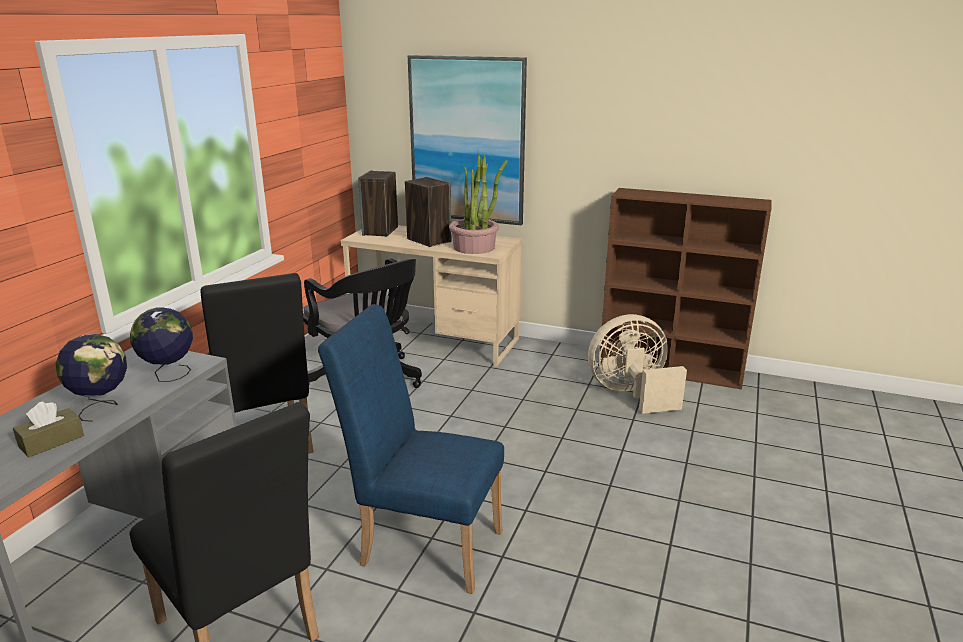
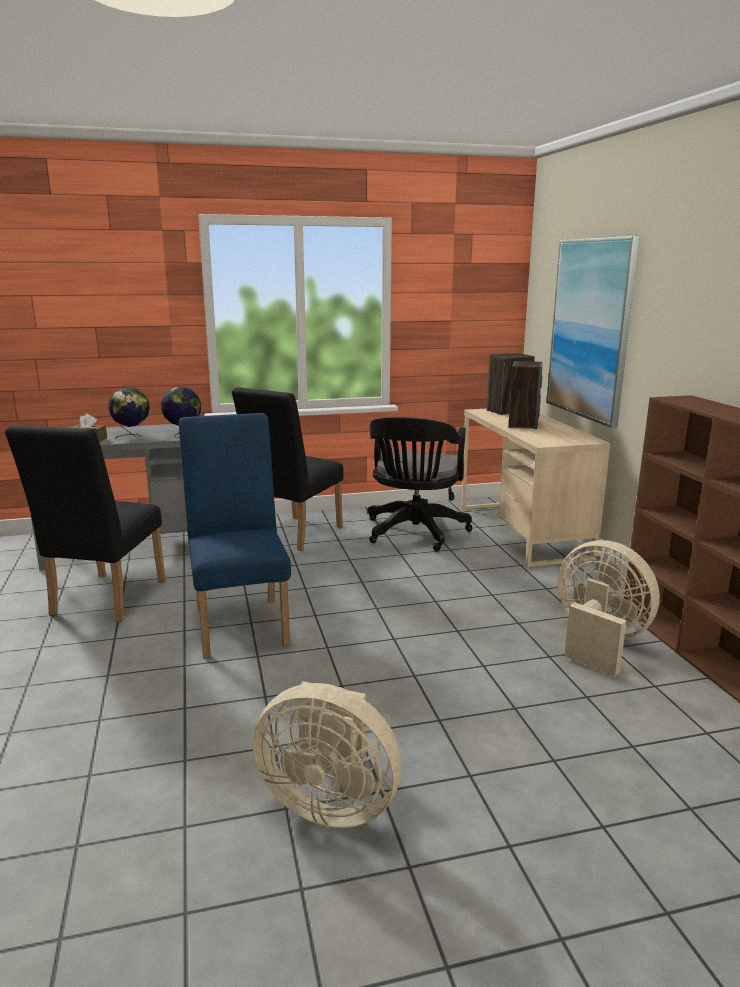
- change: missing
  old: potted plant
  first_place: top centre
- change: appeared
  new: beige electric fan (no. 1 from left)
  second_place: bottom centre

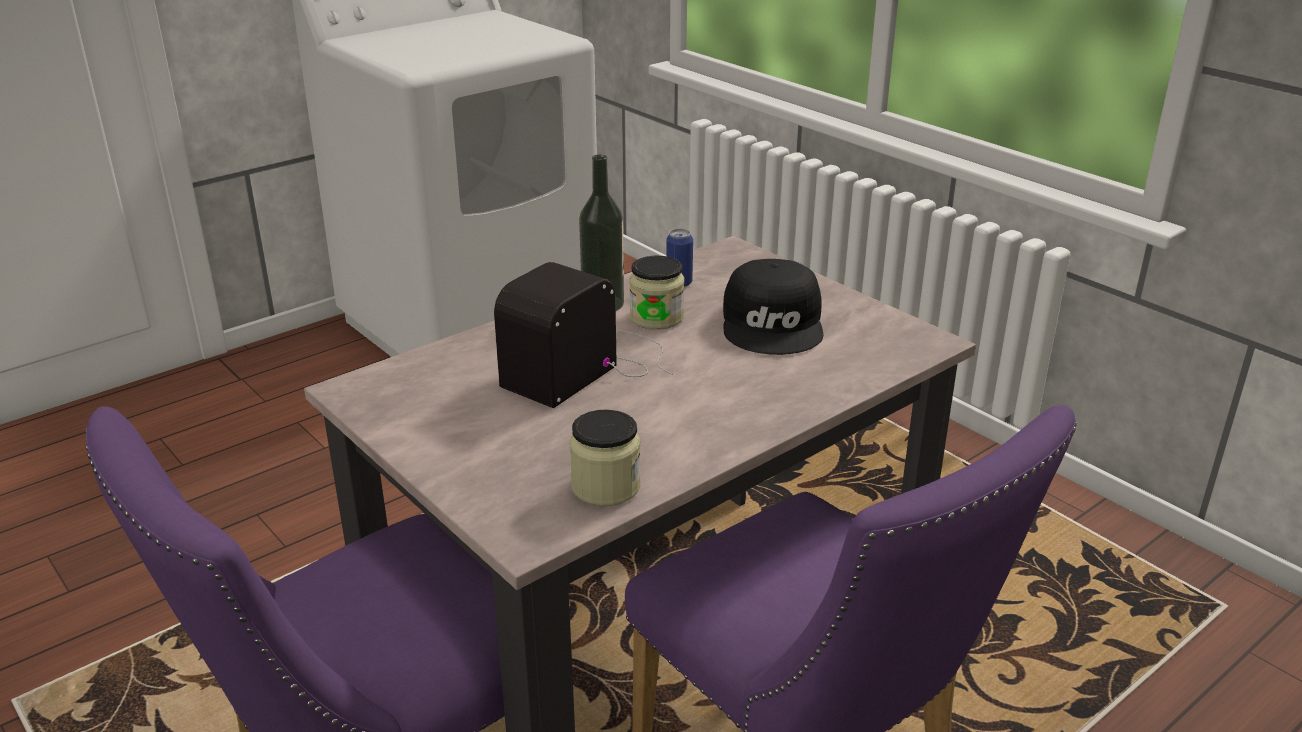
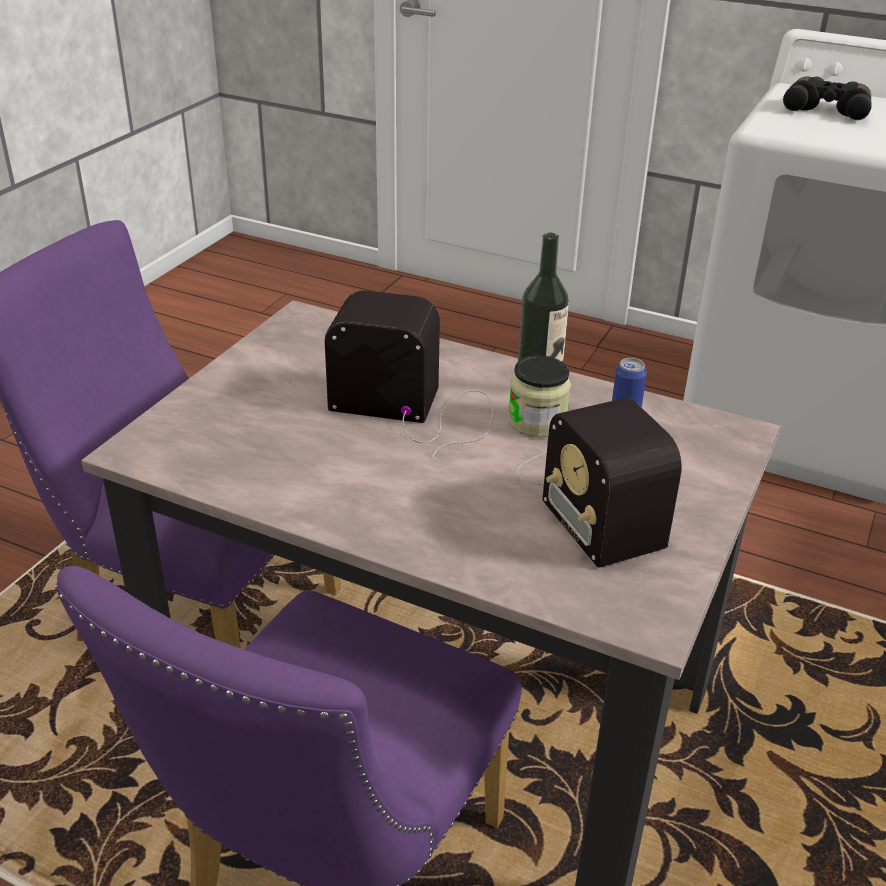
- change: missing
  old: jar (no. 1 from left)
  first_place: centre
- change: exchanged
  old: black-coloured peaked cap
  new: radio set (no. 2 from left)
  first_place: centre
  second_place: middle right
- change: appeared
  new: black-coloured pair of binoculars
  second_place: top right

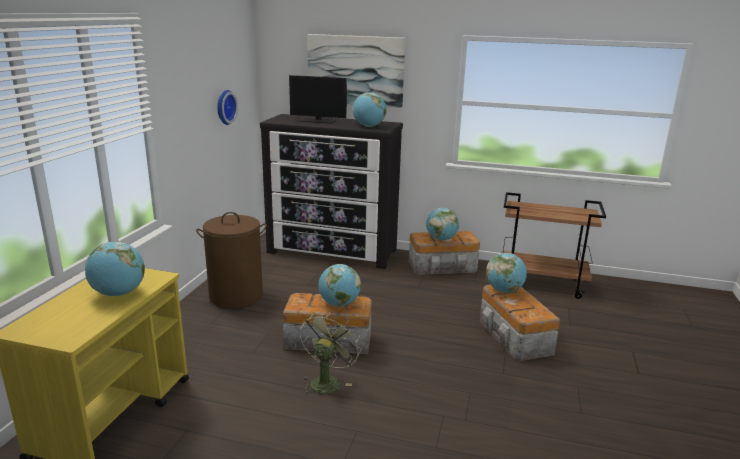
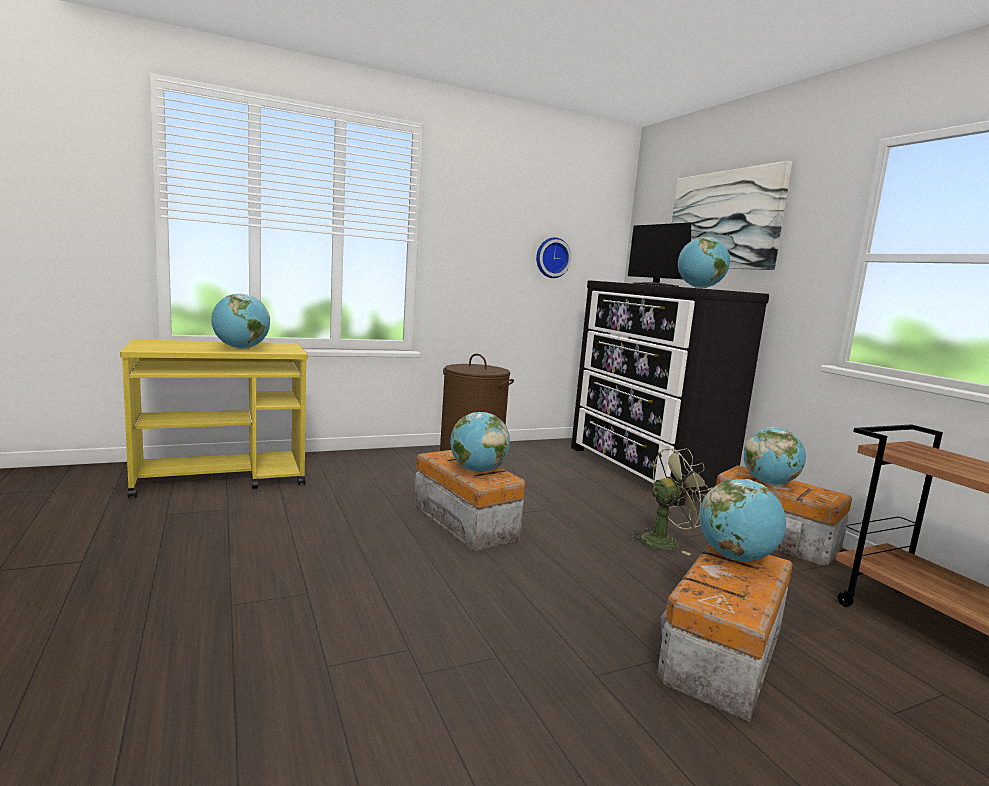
- change: relocated
  old: green-coloured electric fan
  first_place: bottom centre
  second_place: middle right

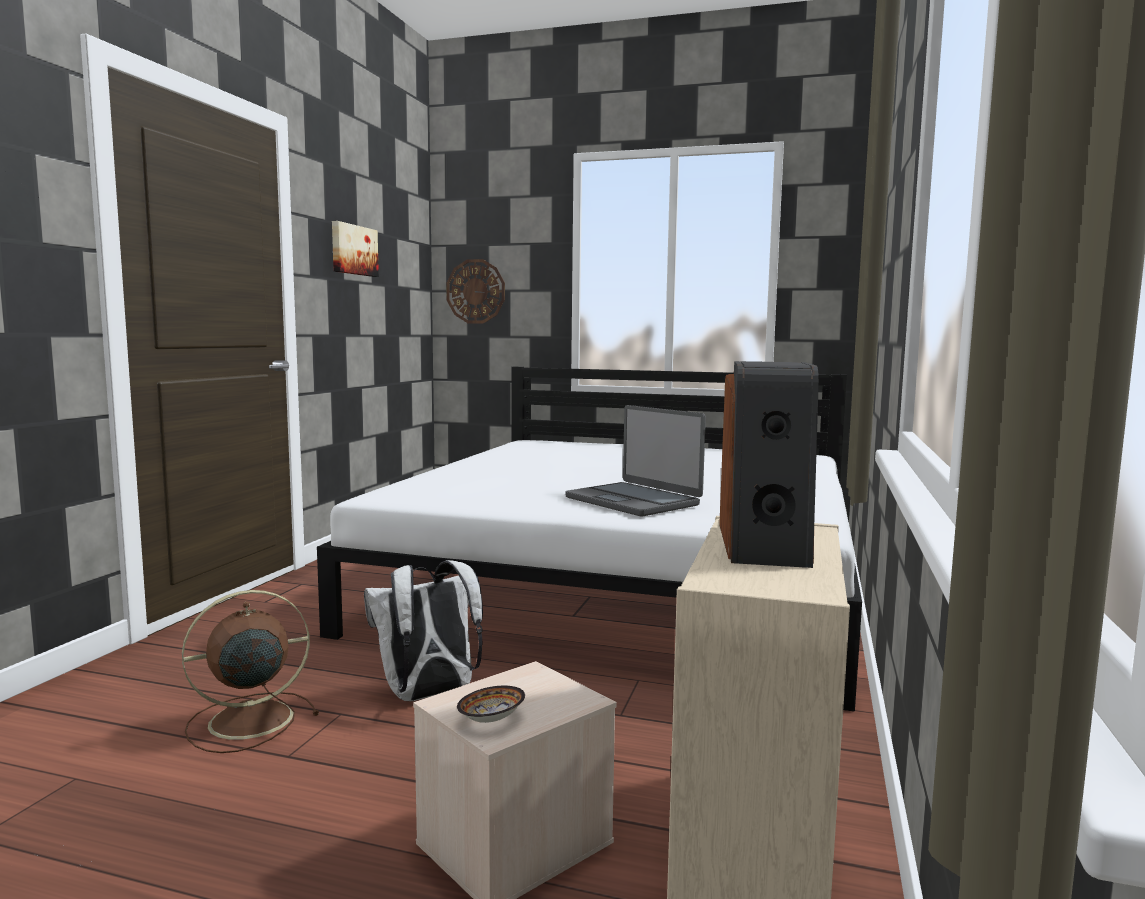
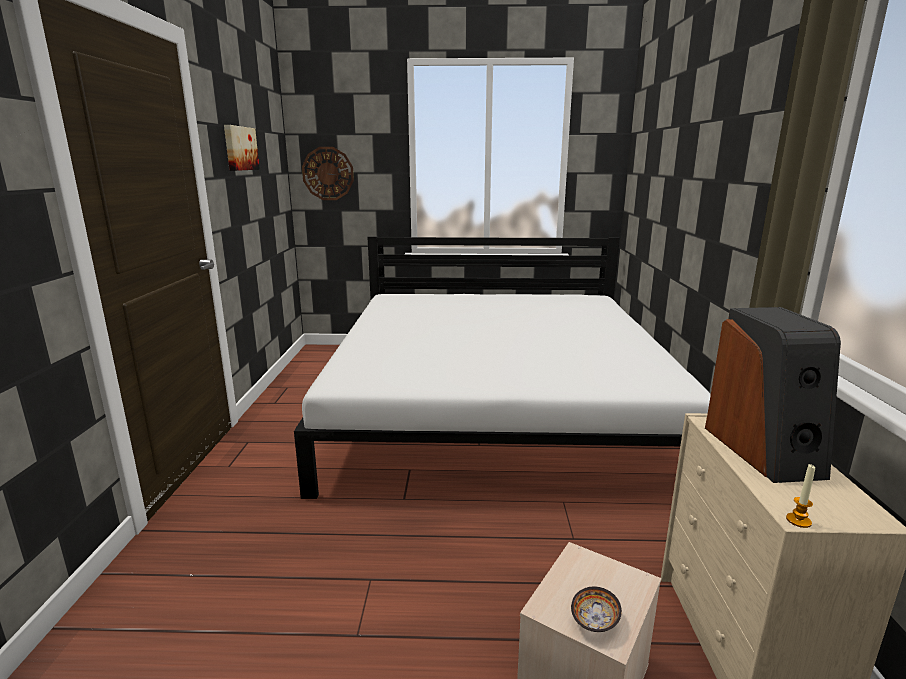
- change: missing
  old: brown electric fan
  first_place: bottom left
- change: missing
  old: white backpack
  first_place: bottom centre
- change: missing
  old: laptop
  first_place: centre
- change: appeared
  new: wax light
  second_place: bottom right

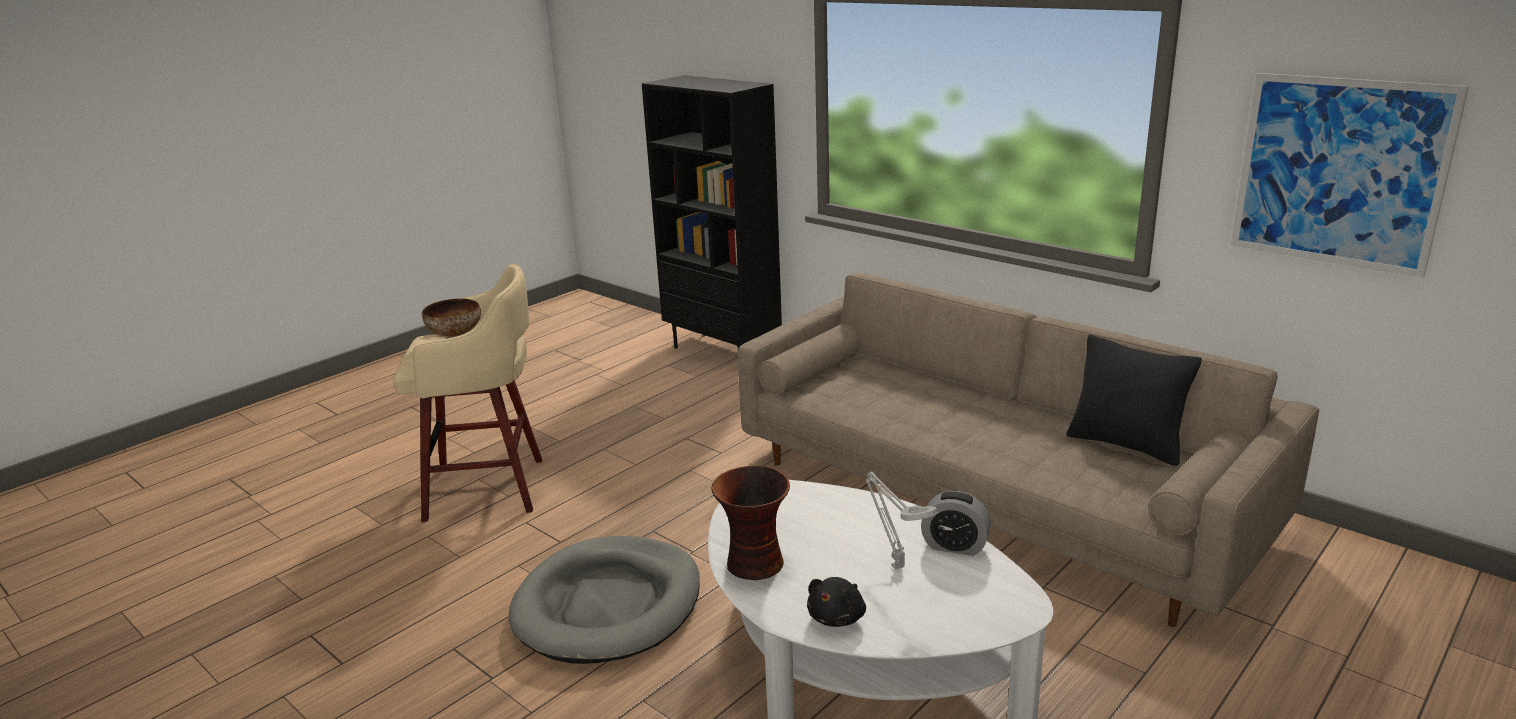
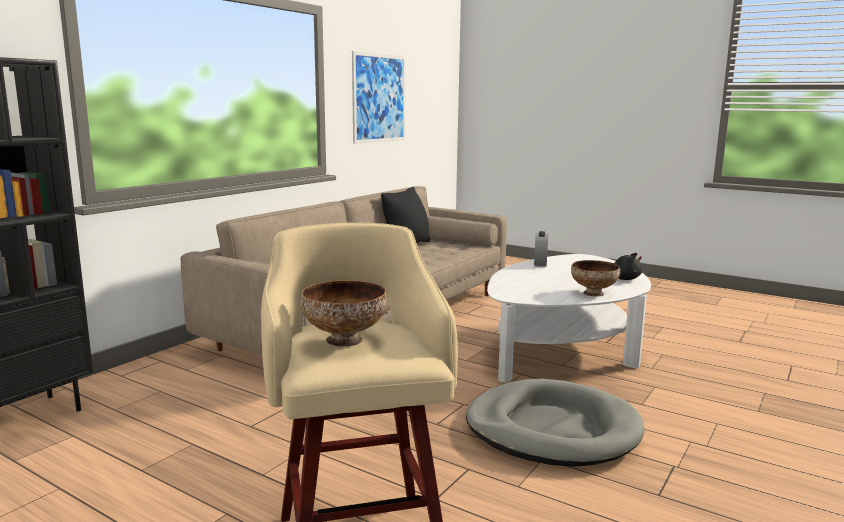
- change: exchanged
  old: decorative vase
  new: bowl (no. 2 from left)
  first_place: bottom centre
  second_place: middle right
- change: missing
  old: greyish tabletop lamp
  first_place: bottom centre

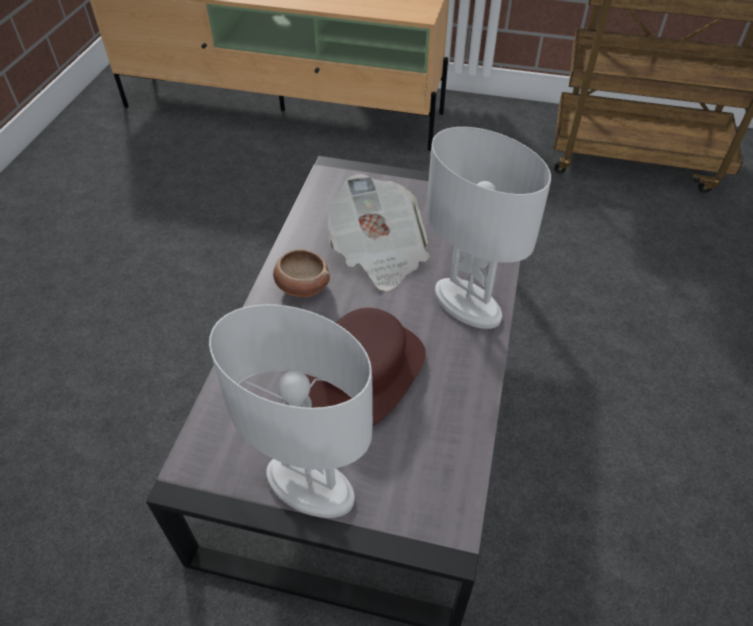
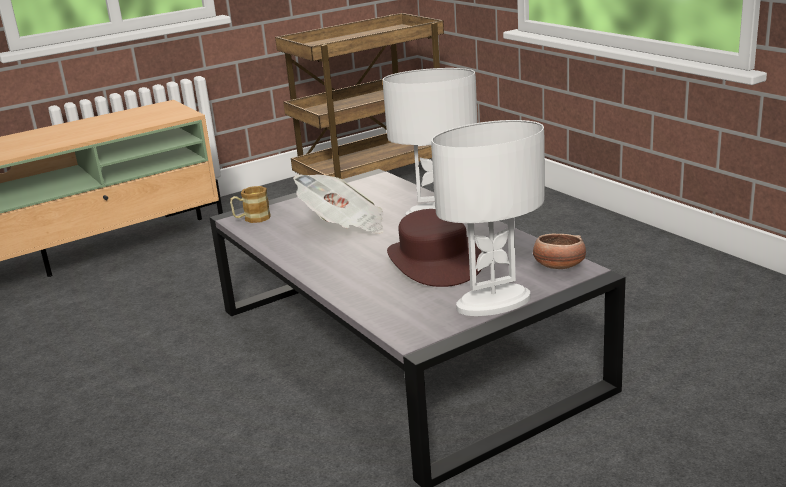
- change: relocated
  old: bowl
  first_place: centre
  second_place: middle right
- change: appeared
  new: coffee mug
  second_place: middle left

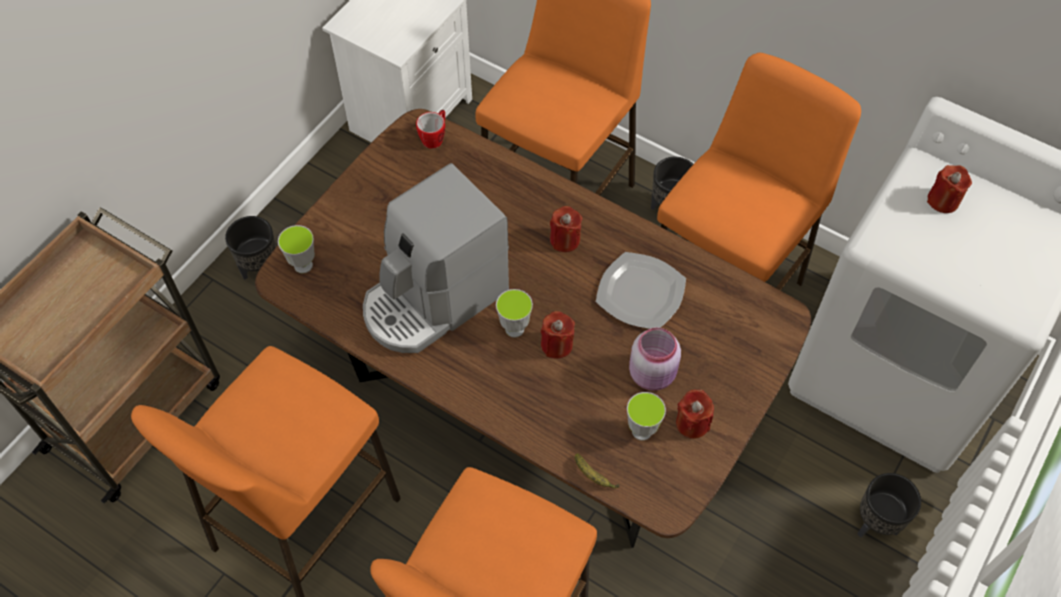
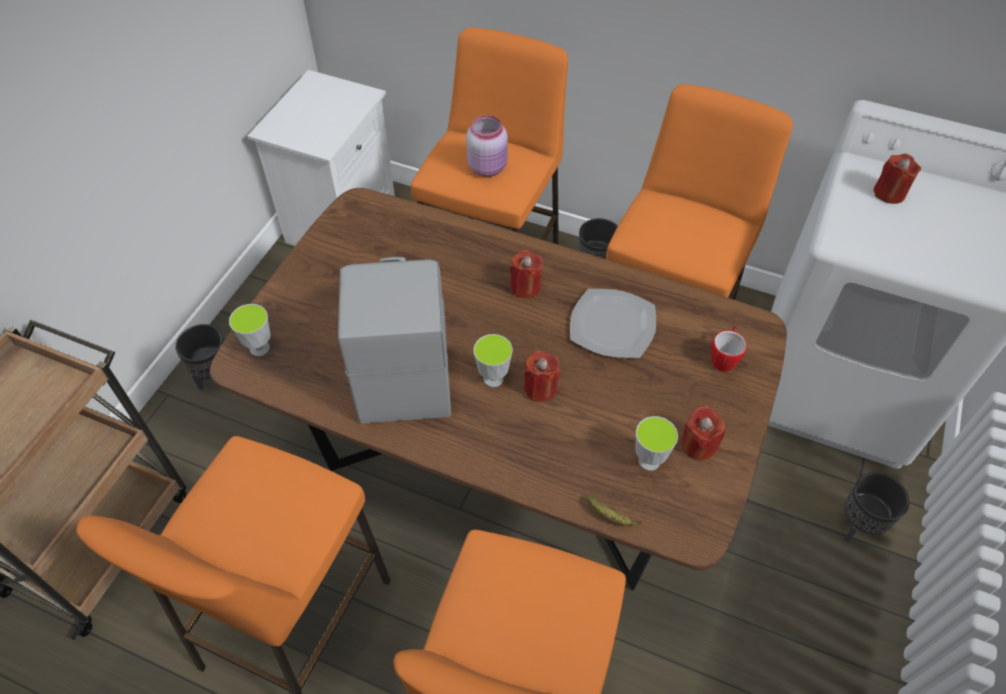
- change: spun
  old: coffee brewer
  first_place: centre
  second_place: centre
  degrees: 135
- change: relocated
  old: coffee mug
  first_place: top centre
  second_place: middle right
- change: relocated
  old: pink-coloured jar
  first_place: centre
  second_place: top centre

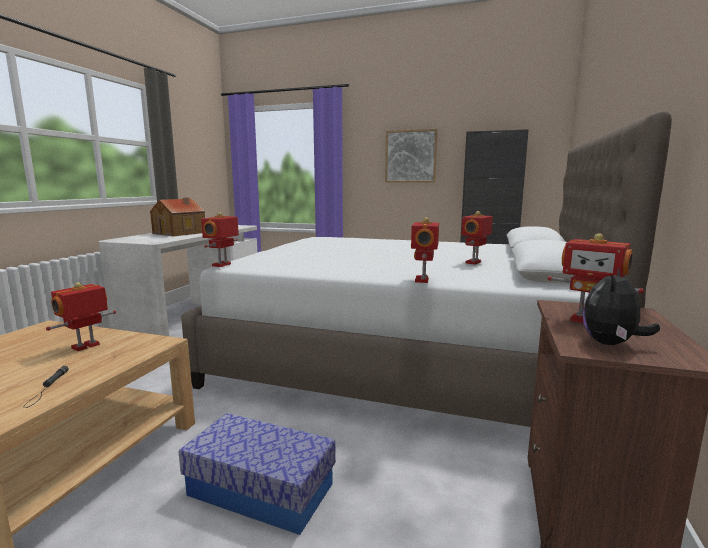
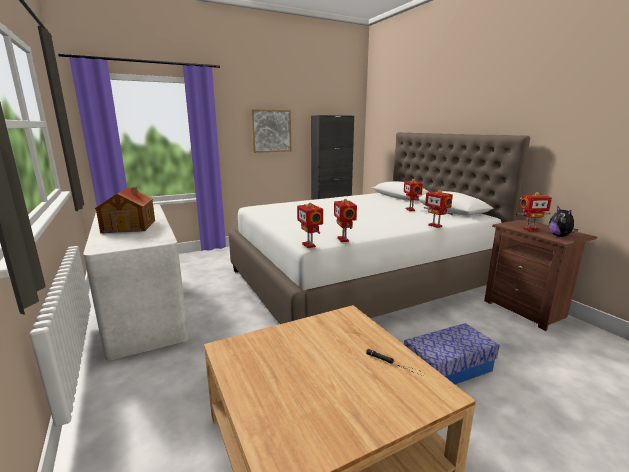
- change: relocated
  old: robot figure (no. 1 from left in the first image)
  new: robot figure (no. 2 from left)
  first_place: middle left
  second_place: centre

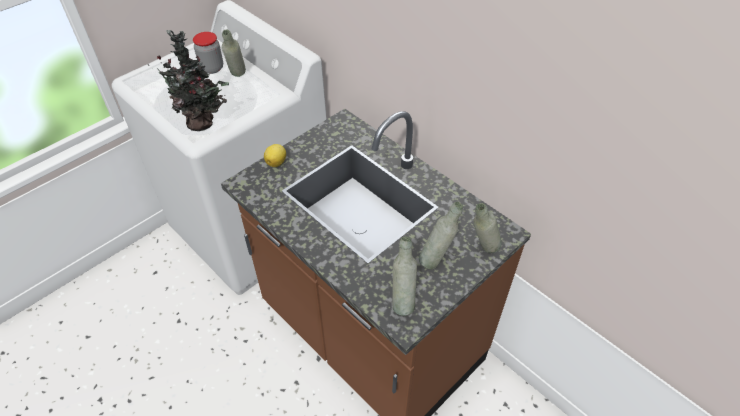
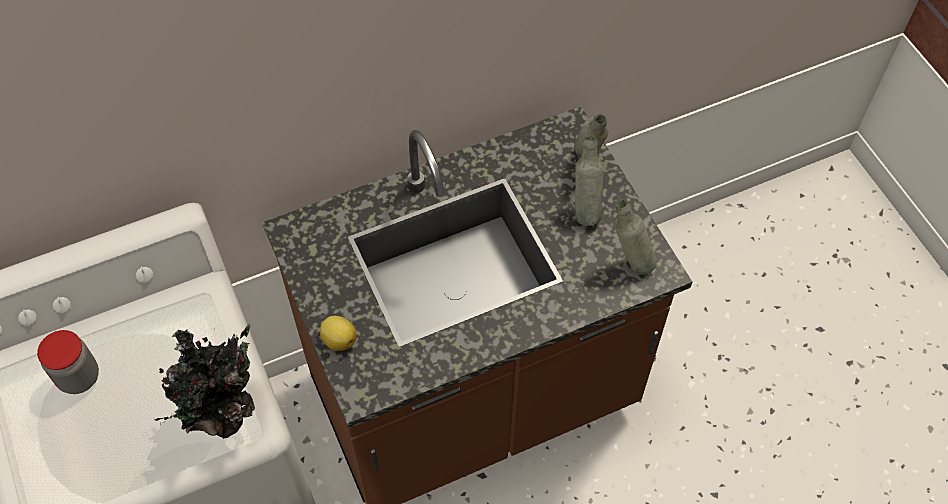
- change: missing
  old: greyish bottle (no. 1 from left)
  first_place: top left

